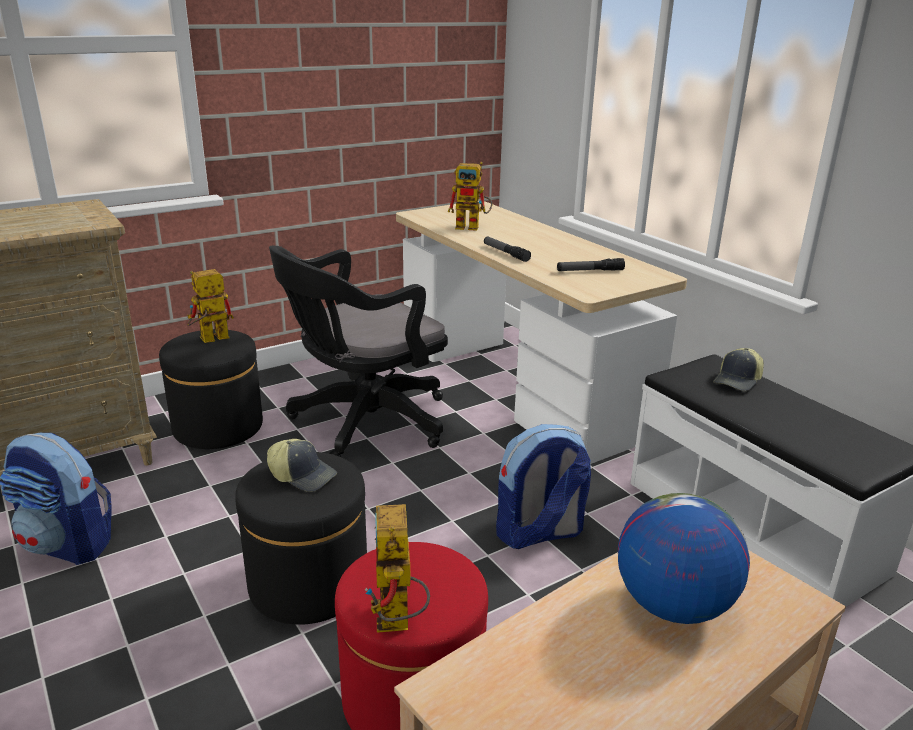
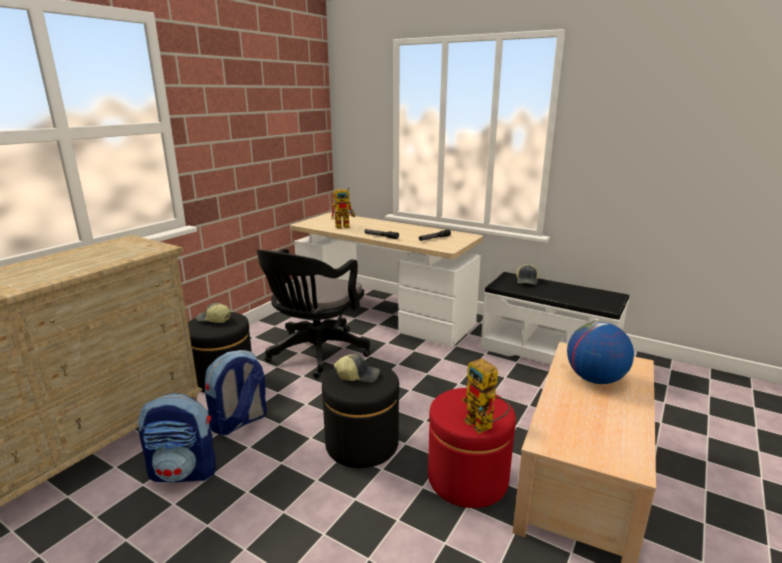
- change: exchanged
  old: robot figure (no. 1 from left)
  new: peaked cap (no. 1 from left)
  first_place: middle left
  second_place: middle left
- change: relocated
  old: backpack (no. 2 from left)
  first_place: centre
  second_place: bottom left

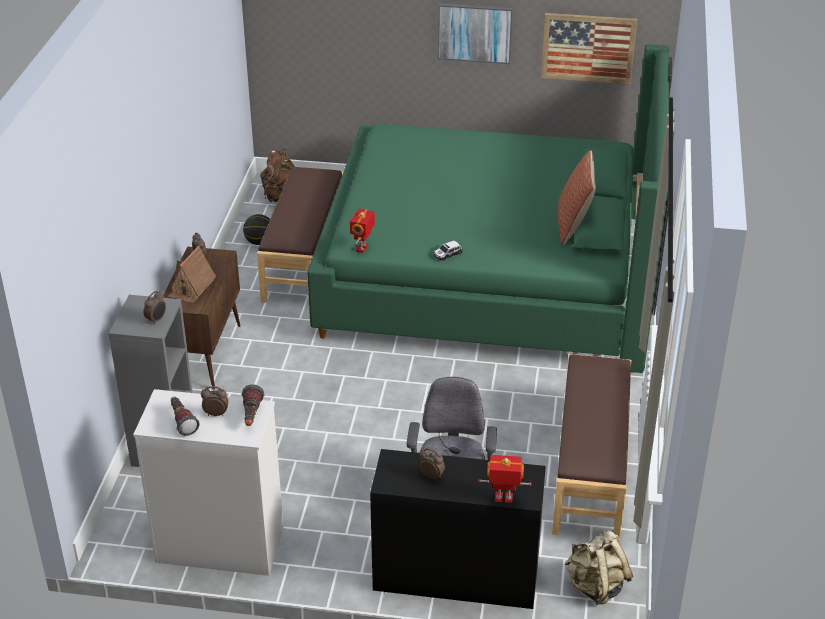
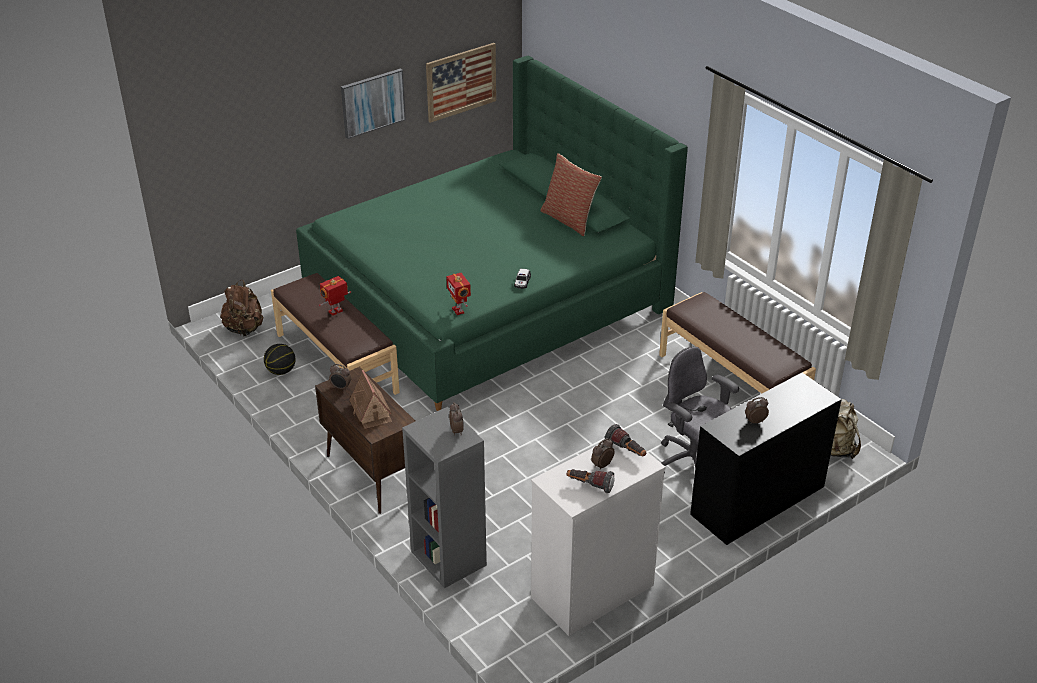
- change: relocated
  old: robot figure (no. 2 from left in the first image)
  new: robot figure (no. 1 from left)
  first_place: bottom centre
  second_place: middle left

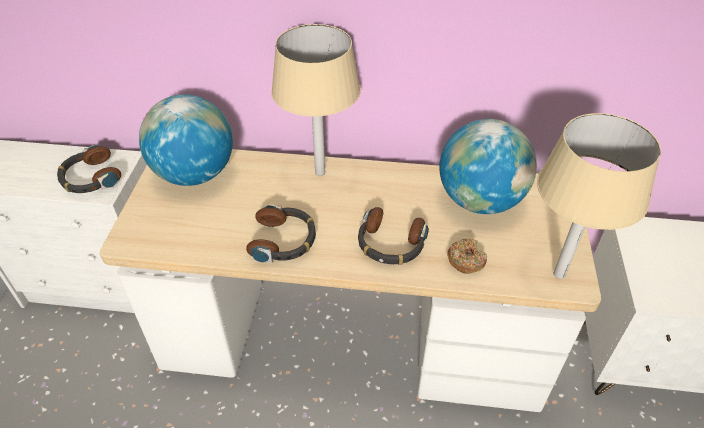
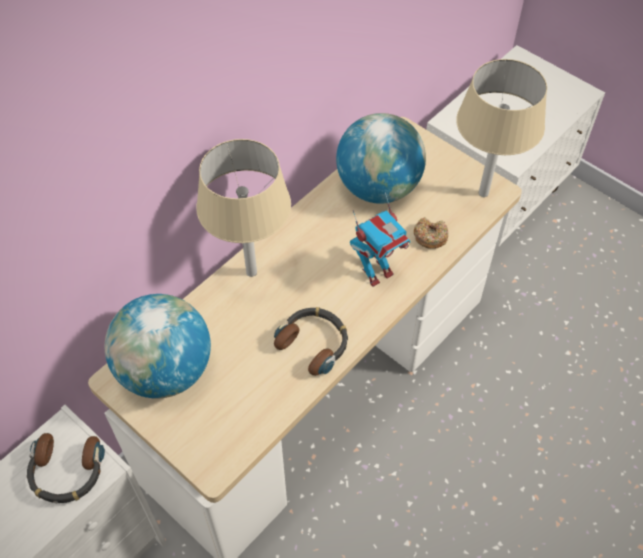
- change: exchanged
  old: headphones (no. 3 from left)
  new: robot figure
  first_place: centre
  second_place: centre

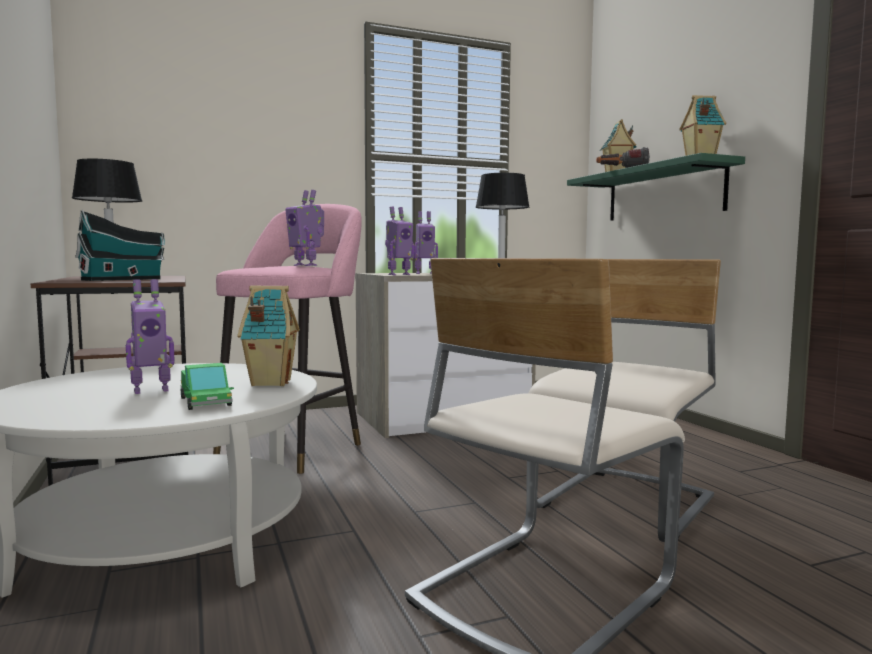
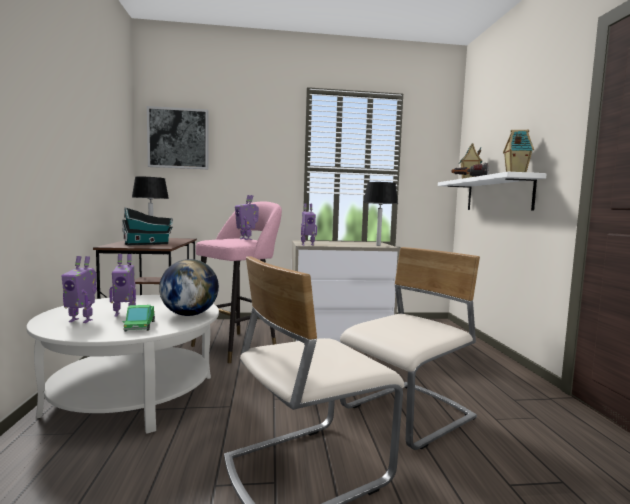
- change: exchanged
  old: model house (no. 2 from left)
  new: globe
  first_place: middle left
  second_place: middle left
- change: relocated
  old: robot figure (no. 4 from left in the first image)
  new: robot figure (no. 1 from left)
  first_place: centre
  second_place: middle left
- change: colour
  old: green-coloured shelf
  new: white shelf
  first_place: top right
  second_place: middle right
- change: appeared
  new: wall art
  second_place: top left

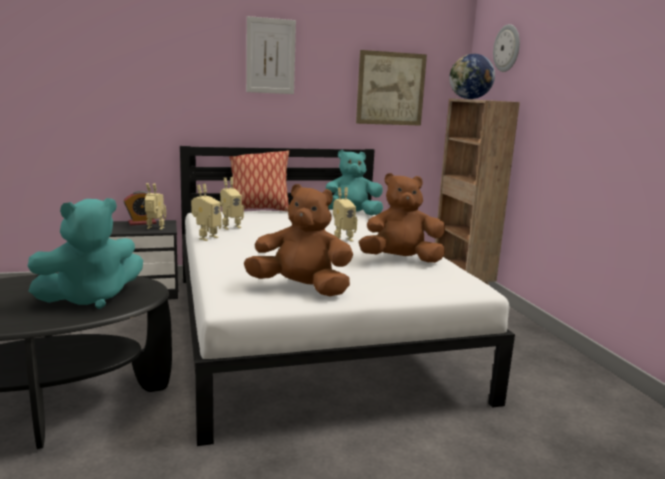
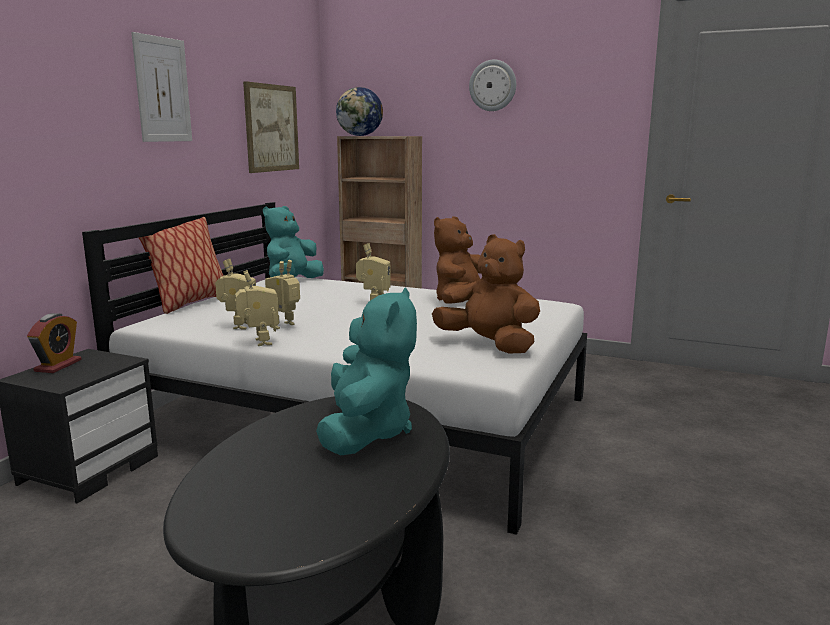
- change: relocated
  old: robot figure (no. 1 from left in the first image)
  new: robot figure (no. 3 from left)
  first_place: middle left
  second_place: centre
- change: spun
  old: brown plush toy (no. 1 from left in the first image)
  first_place: centre
  second_place: centre
  degrees: 75
- change: relocated
  old: wall clock
  first_place: top right
  second_place: top centre

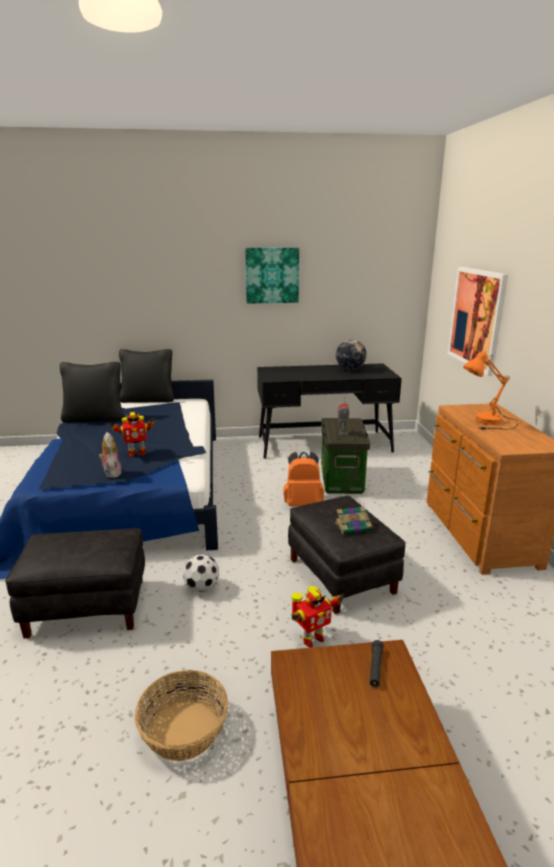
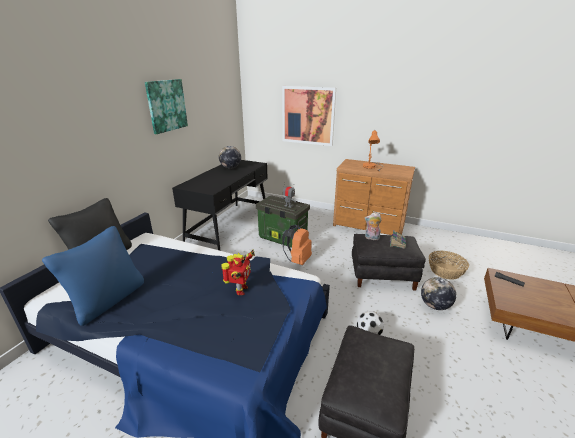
- change: colour
  old: black-coloured throw pillow (no. 1 from left)
  new: blue-coloured throw pillow
  first_place: middle left
  second_place: middle left
- change: relocated
  old: plush toy
  first_place: middle left
  second_place: centre
- change: relocated
  old: household basket
  first_place: bottom left
  second_place: middle right
- change: exchanged
  old: robot figure (no. 2 from left)
  new: globe (no. 2 from left)
  first_place: bottom centre
  second_place: bottom right

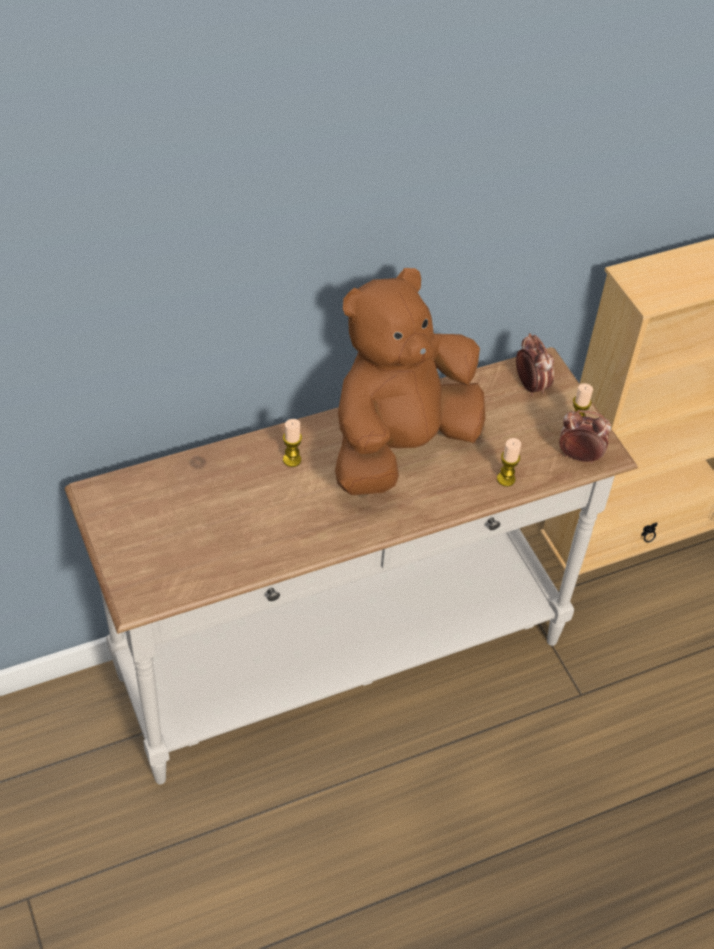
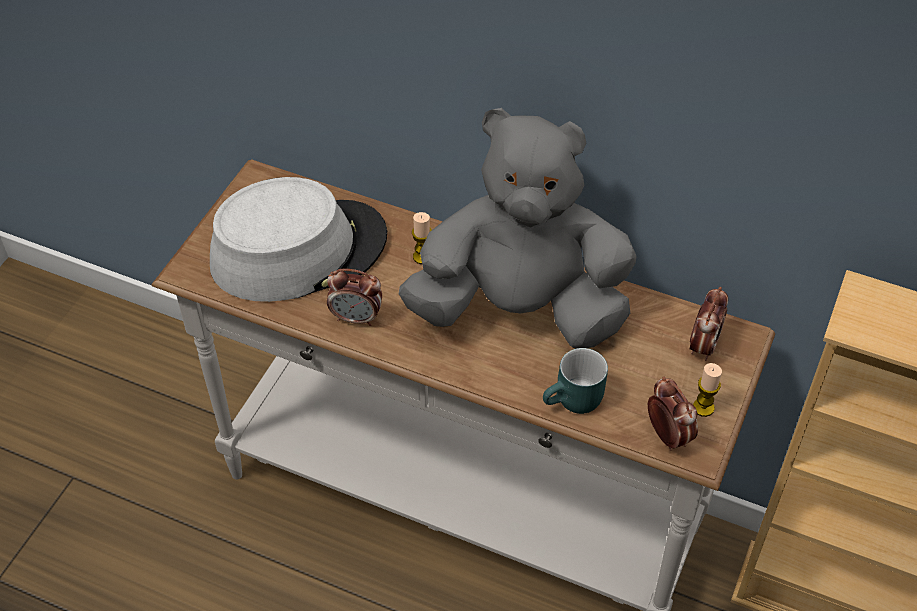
- change: colour
  old: brown plush toy
  new: greyish plush toy
  first_place: centre
  second_place: centre
- change: exchanged
  old: wax light (no. 2 from left)
  new: blue-green coffee mug
  first_place: middle right
  second_place: centre
- change: appeared
  new: greyish wearable hat
  second_place: middle left
- change: appeared
  new: alarm clock (no. 1 from left)
  second_place: centre

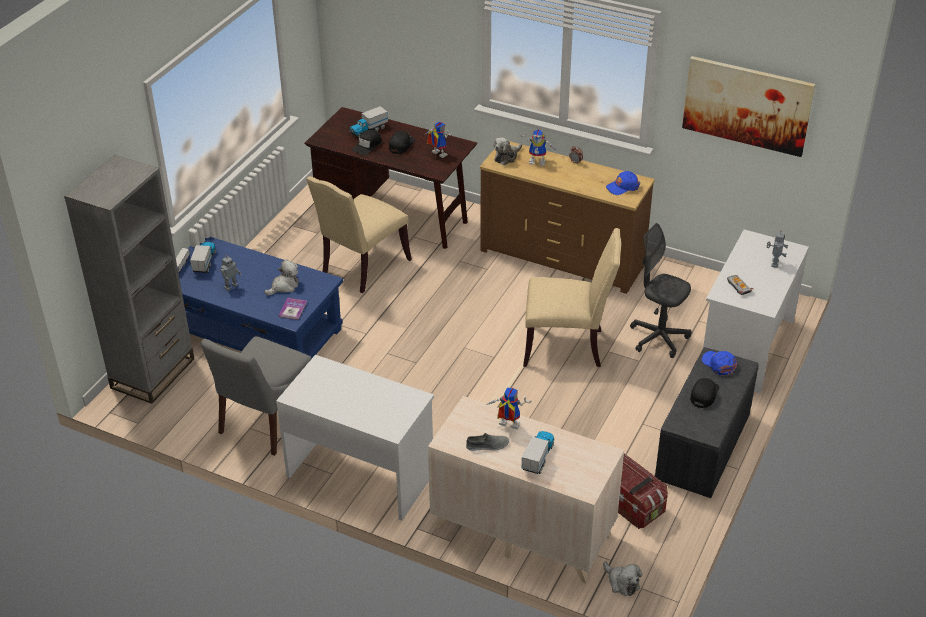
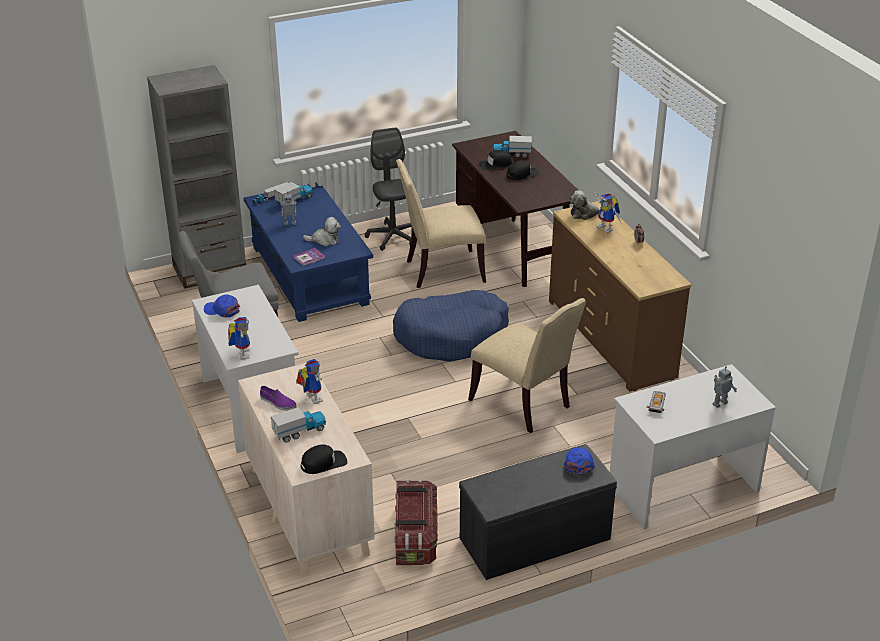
- change: relocated
  old: robot figure (no. 2 from left in the first image)
  new: robot figure (no. 1 from left)
  first_place: top centre
  second_place: middle left
- change: colour
  old: greyish low shoe
  new: purple low shoe
  first_place: bottom centre
  second_place: middle left
- change: missing
  old: plush toy (no. 3 from left)
  first_place: bottom right
- change: relocated
  old: blue-coloured peaked cap (no. 1 from left)
  first_place: top right
  second_place: middle left
- change: relocated
  old: greyish office chair
  first_place: middle right
  second_place: top centre
- change: missing
  old: wall art
  first_place: top right
- change: relocated
  old: black-coloured peaked cap (no. 3 from left in the first image)
  new: black-coloured peaked cap (no. 1 from left)
  first_place: middle right
  second_place: bottom centre
- change: appeared
  new: blue-coloured pet bed
  second_place: centre

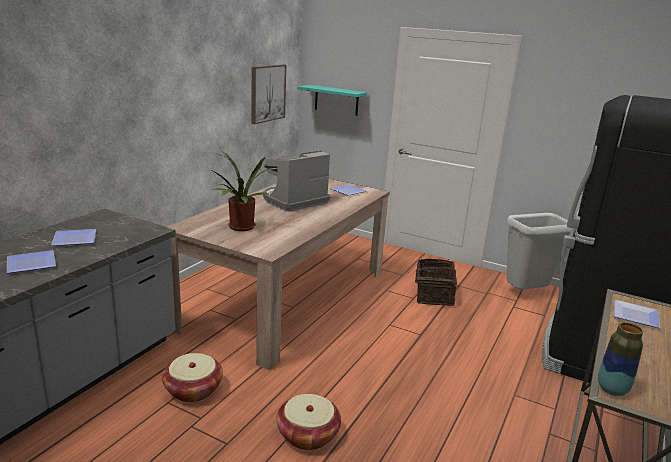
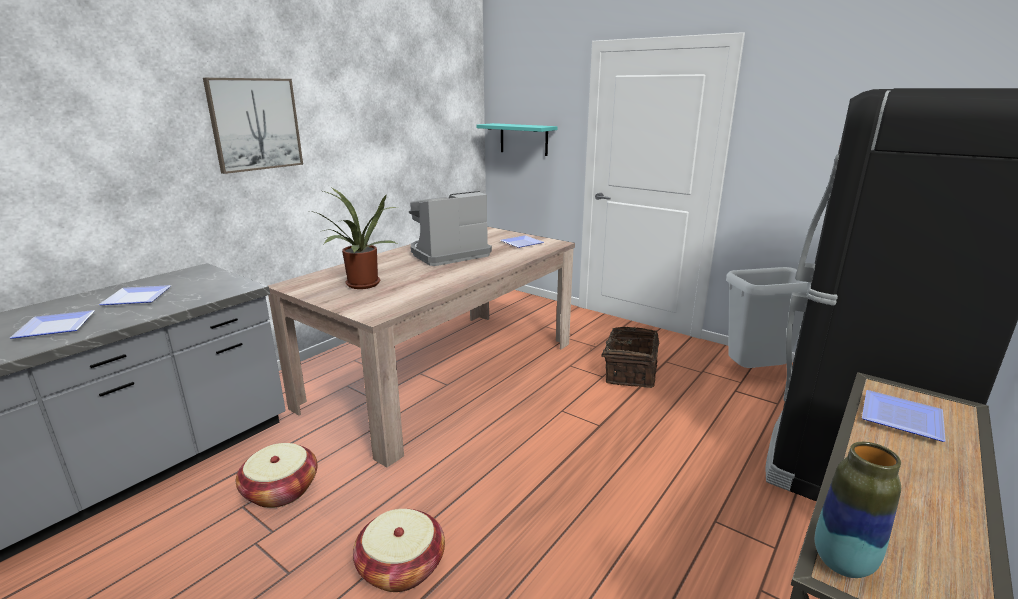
- change: relocated
  old: wall art
  first_place: top centre
  second_place: top left

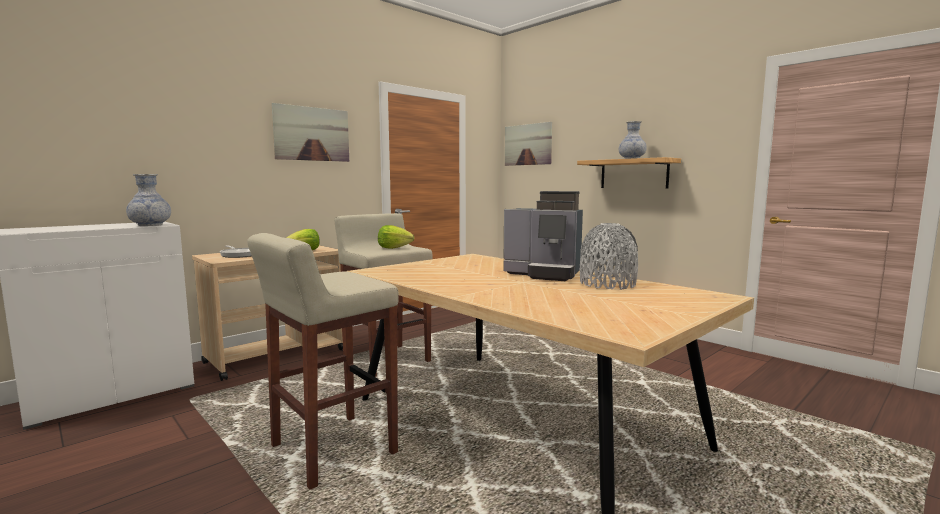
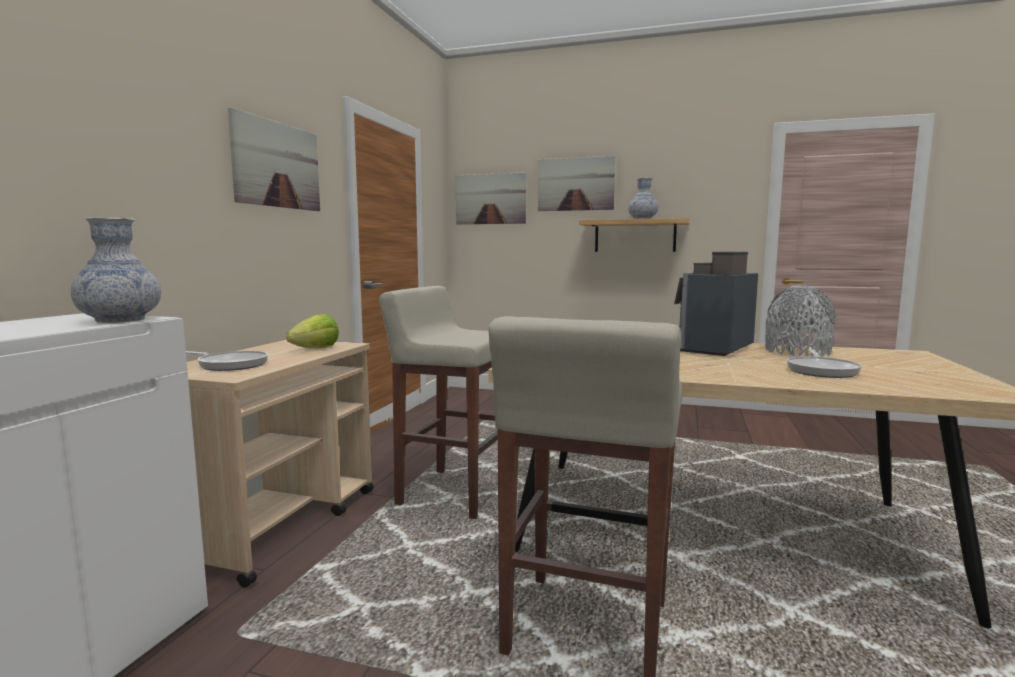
- change: missing
  old: head of lettuce (no. 2 from left)
  first_place: centre
- change: spun
  old: coffee brewer
  first_place: centre
  second_place: middle right
  degrees: 135
- change: appeared
  new: wall art (no. 3 from left)
  second_place: top centre
- change: appeared
  new: frying pan (no. 2 from left)
  second_place: middle right

